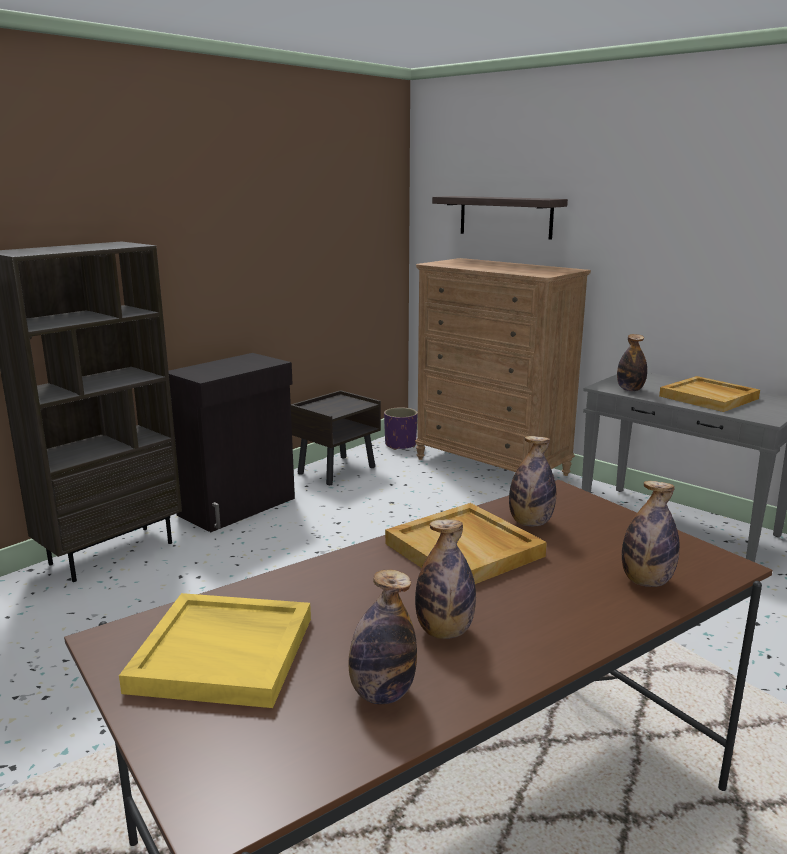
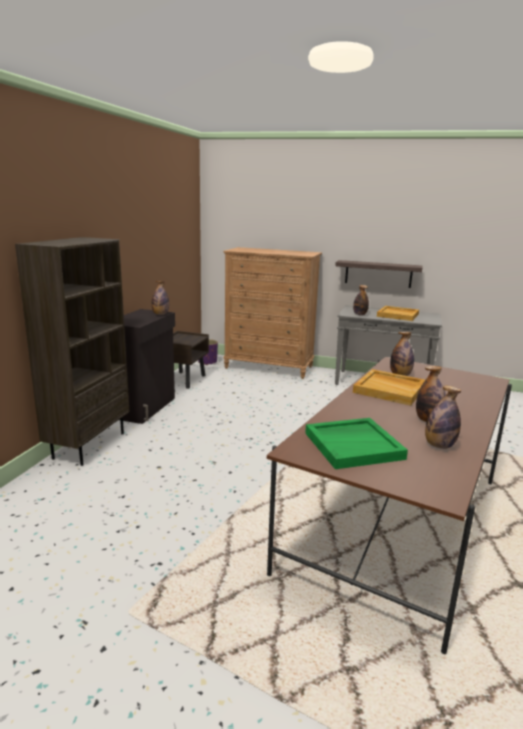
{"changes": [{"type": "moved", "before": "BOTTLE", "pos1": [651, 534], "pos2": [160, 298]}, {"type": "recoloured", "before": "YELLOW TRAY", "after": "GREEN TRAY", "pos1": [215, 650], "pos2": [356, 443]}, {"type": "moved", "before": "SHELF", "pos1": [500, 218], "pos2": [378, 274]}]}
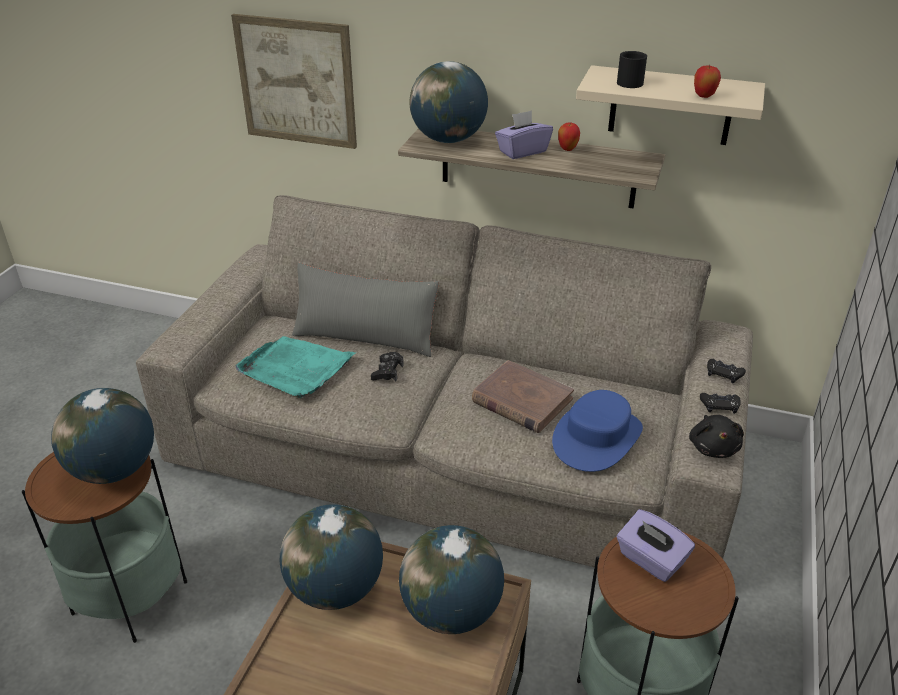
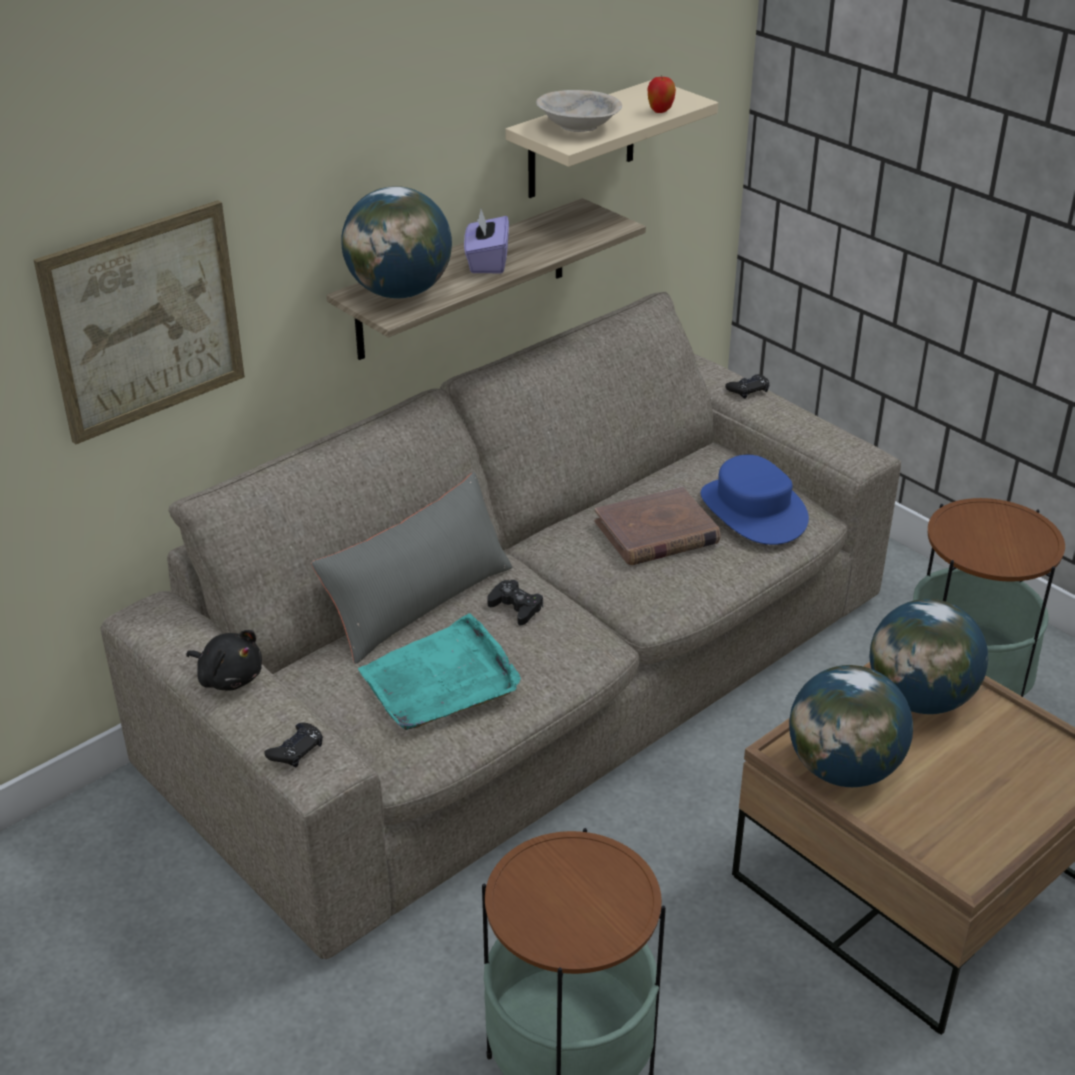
{"changes": [{"type": "moved", "before": "BLACK PLUSH TOY", "pos1": [716, 436], "pos2": [224, 660]}, {"type": "moved", "before": "BLACK GAME CONTROLLER", "pos1": [720, 403], "pos2": [293, 745]}, {"type": "replaced", "before": "BLACK MUG", "after": "BEIGE BOWL", "pos1": [632, 69], "pos2": [579, 111]}, {"type": "removed", "before": "GLOBE", "pos1": [102, 436]}, {"type": "removed", "before": "APPLE", "pos1": [569, 136]}, {"type": "removed", "before": "PURPLE TISSUE BOX", "pos1": [656, 545]}]}
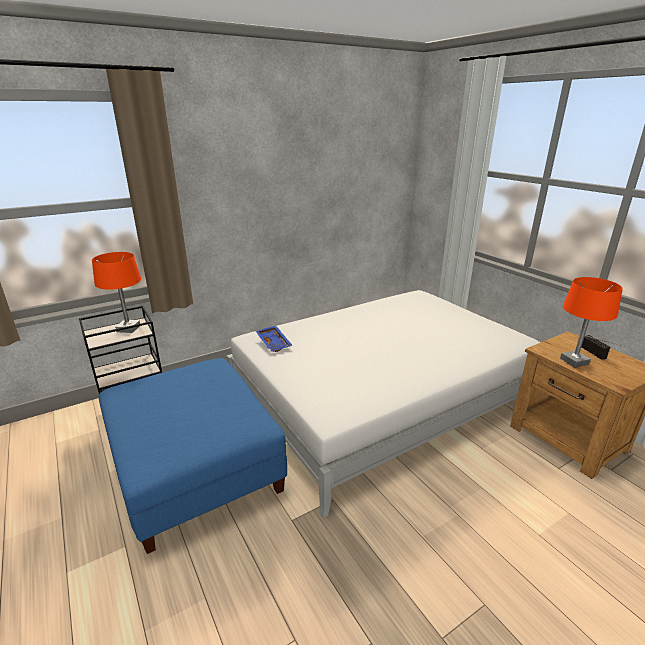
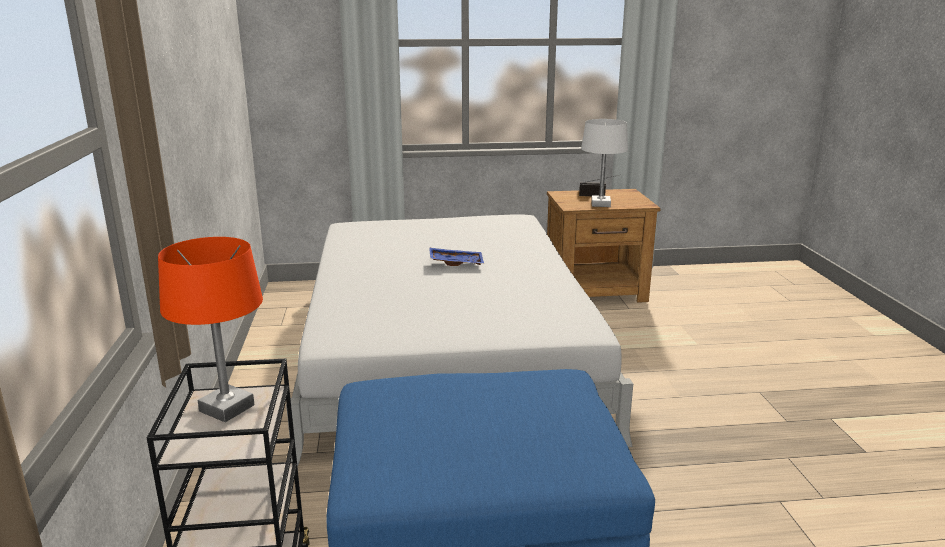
{"changes": [{"type": "moved", "before": "BLUE TRAY", "pos1": [274, 339], "pos2": [456, 257]}, {"type": "recoloured", "before": "ORANGE TABLE LAMP", "after": "WHITE TABLE LAMP", "pos1": [591, 322], "pos2": [604, 163]}]}
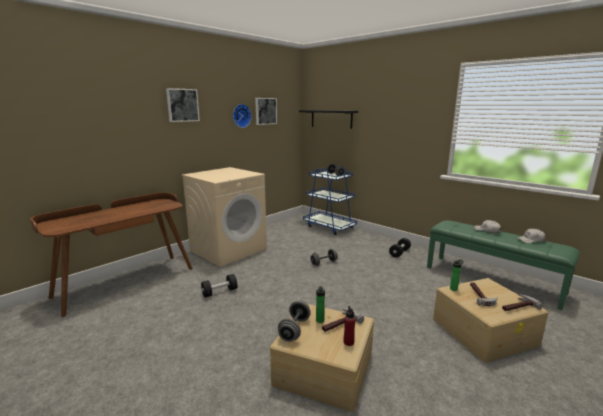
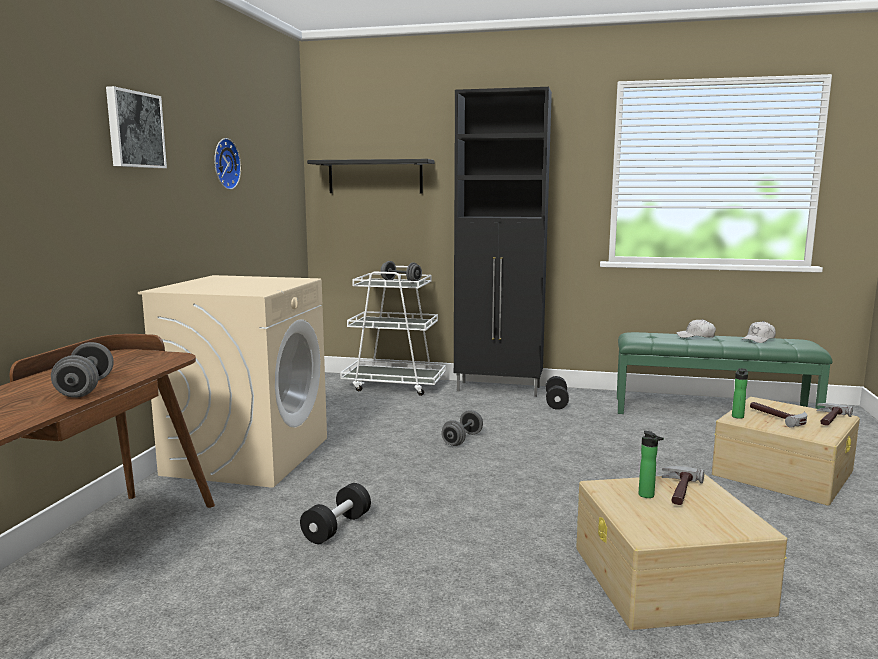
{"changes": [{"type": "moved", "before": "GREY DUMBBELL", "pos1": [294, 321], "pos2": [82, 370]}, {"type": "recoloured", "before": "BLUE CART", "after": "WHITE CART", "pos1": [330, 200], "pos2": [393, 331]}, {"type": "added", "after": "BLACK CABINET", "pos2": [503, 242]}, {"type": "removed", "before": "PICTURE", "pos1": [266, 111]}, {"type": "removed", "before": "RED BOTTLE", "pos1": [349, 326]}]}
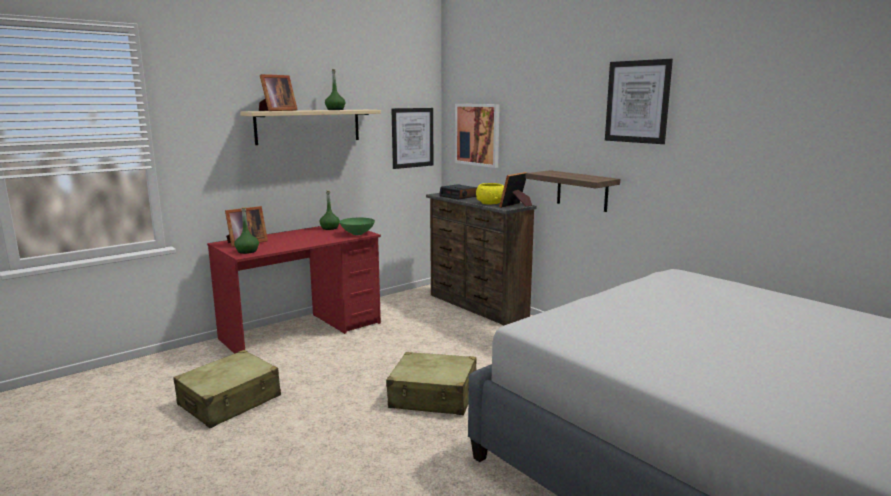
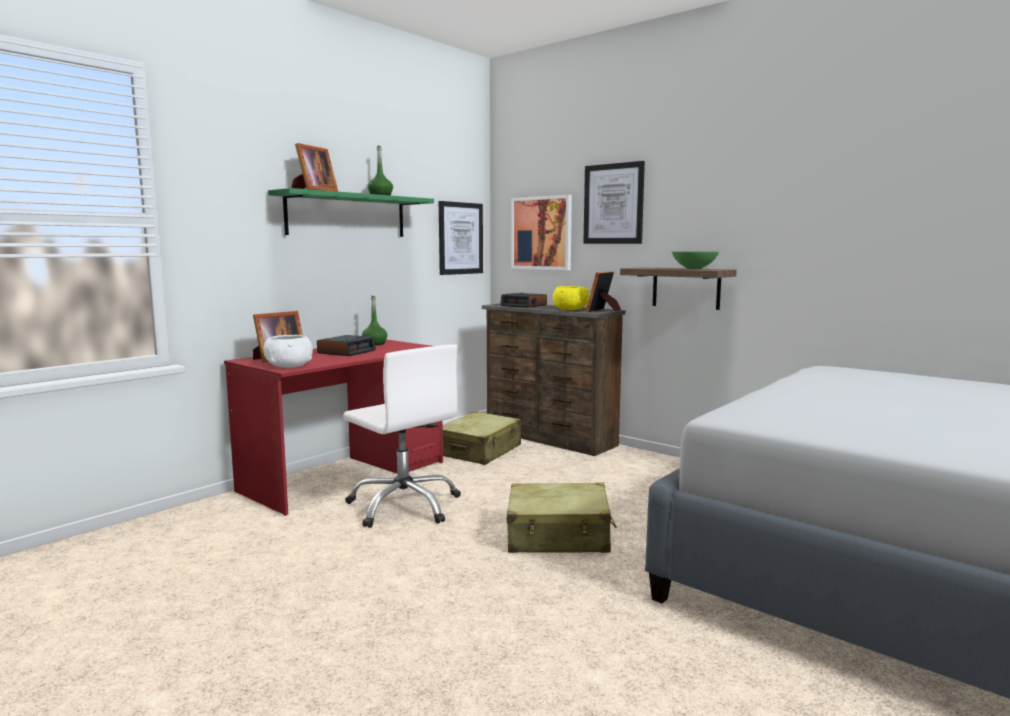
{"changes": [{"type": "replaced", "before": "GREEN BOTTLE", "after": "WHITE BOWL", "pos1": [246, 230], "pos2": [288, 351]}, {"type": "recoloured", "before": "BEIGE SHELF", "after": "GREEN SHELF", "pos1": [310, 127], "pos2": [351, 212]}, {"type": "added", "after": "ALARM CLOCK", "pos2": [346, 345]}, {"type": "added", "after": "WHITE OFFICE CHAIR", "pos2": [402, 436]}, {"type": "moved", "before": "BEIGE SUITCASE", "pos1": [227, 389], "pos2": [482, 438]}, {"type": "moved", "before": "PICTURE", "pos1": [639, 101], "pos2": [614, 202]}, {"type": "moved", "before": "GREEN BOWL", "pos1": [357, 226], "pos2": [695, 260]}]}
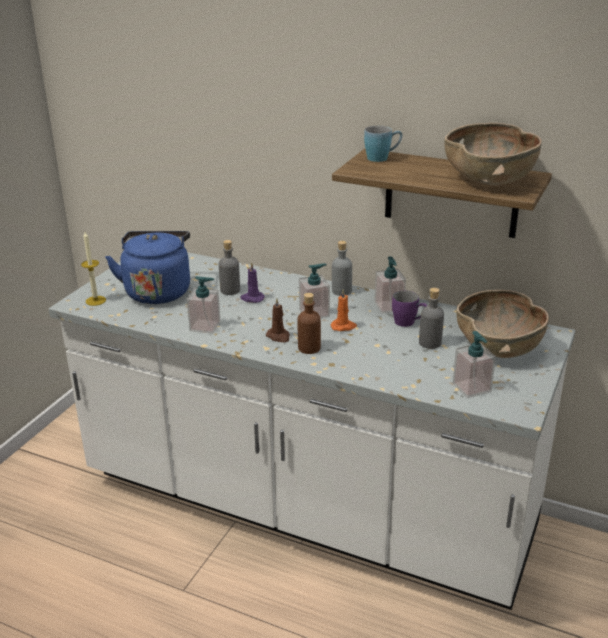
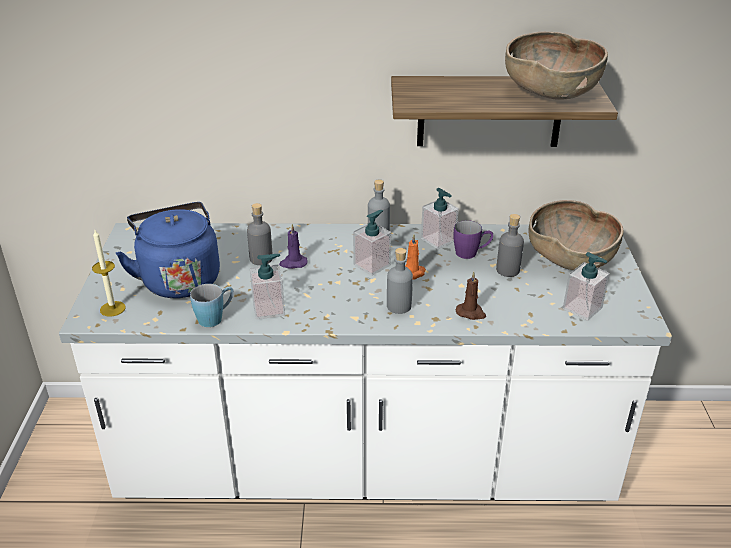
{"changes": [{"type": "moved", "before": "BLUE MUG", "pos1": [383, 144], "pos2": [212, 305]}, {"type": "recoloured", "before": "BROWN BOTTLE", "after": "GREY BOTTLE", "pos1": [309, 323], "pos2": [400, 281]}, {"type": "moved", "before": "BROWN CANDLE", "pos1": [278, 320], "pos2": [471, 296]}]}
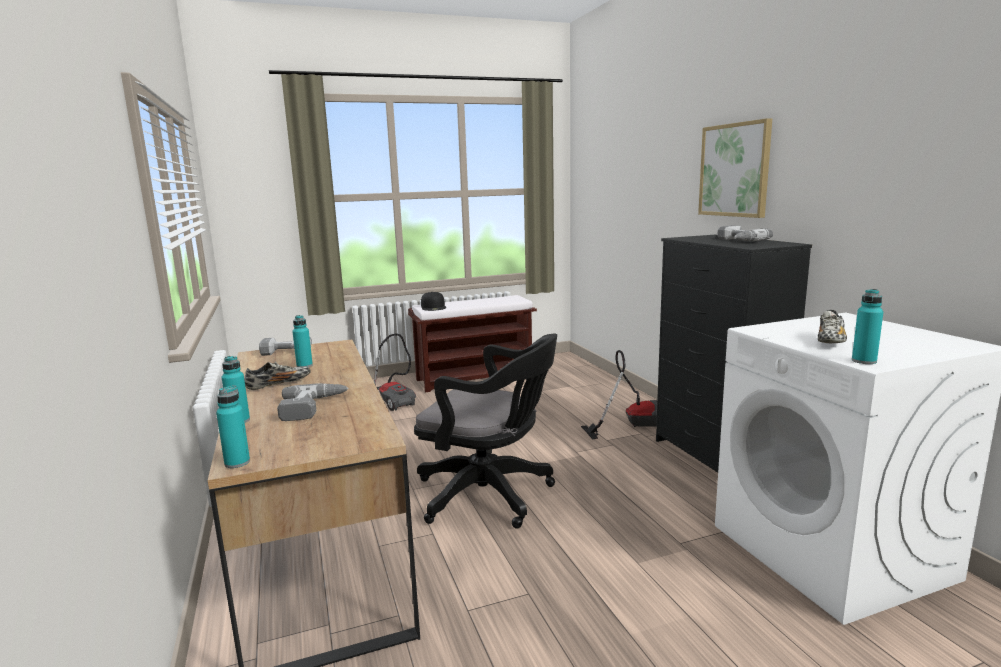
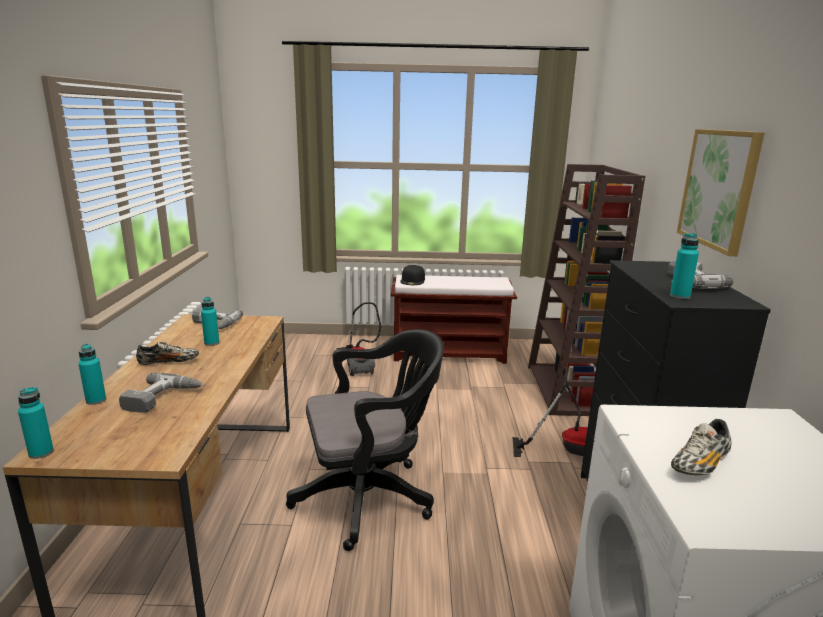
{"changes": [{"type": "turned", "before": "BLACK OFFICE CHAIR", "pos1": [485, 431], "pos2": [365, 440], "turn": -60}, {"type": "added", "after": "BROWN BOOKCASE", "pos2": [586, 290]}, {"type": "moved", "before": "TURQUOISE BOTTLE", "pos1": [867, 326], "pos2": [684, 266]}]}
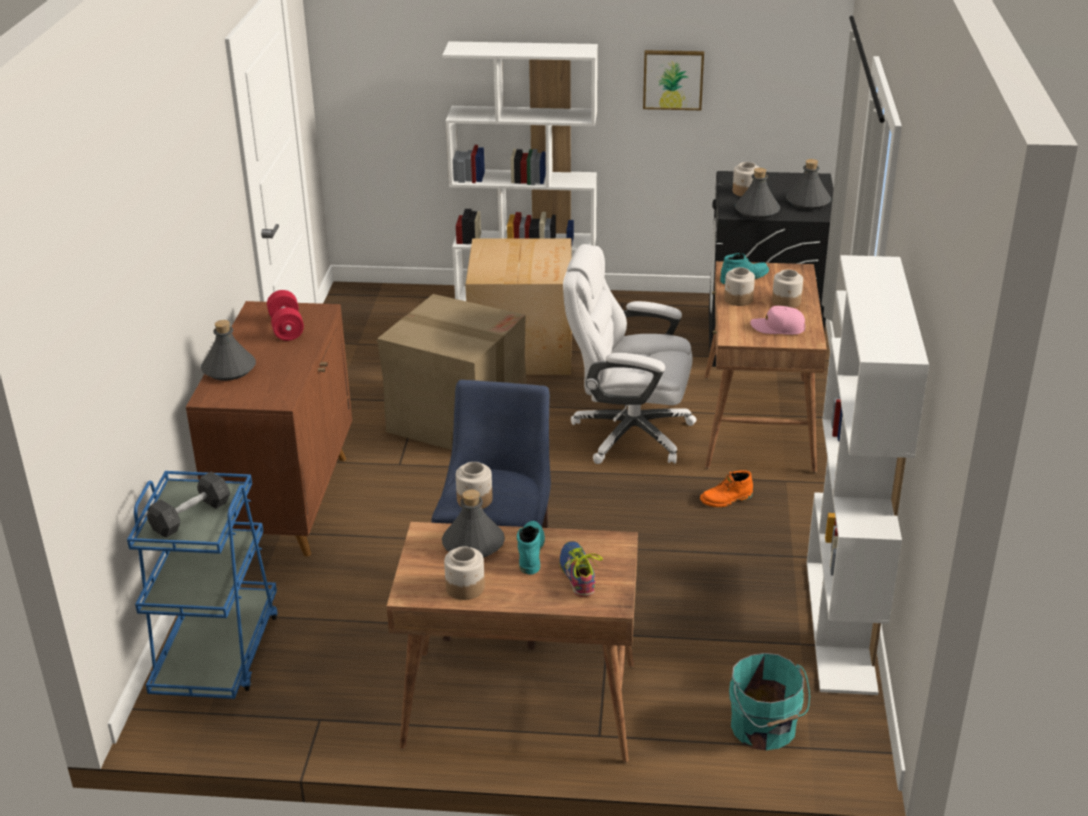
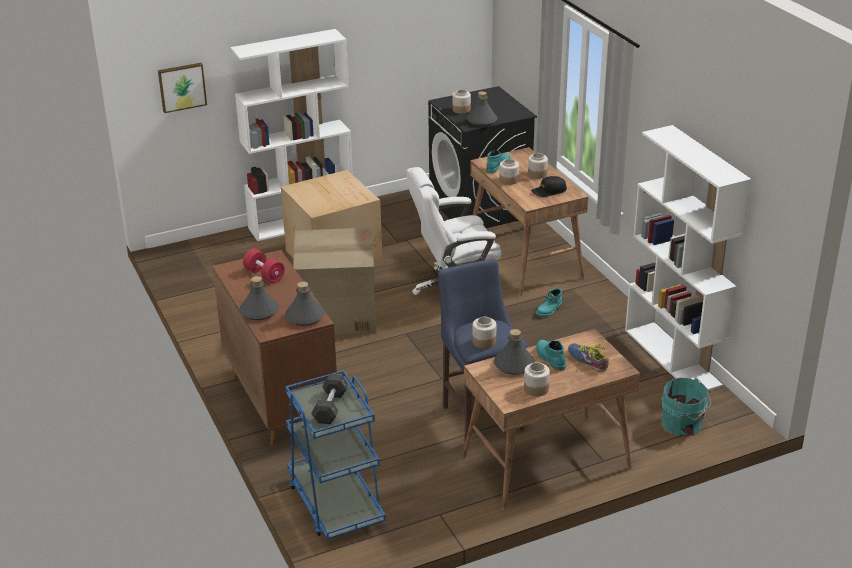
{"changes": [{"type": "moved", "before": "PICTURE", "pos1": [673, 80], "pos2": [182, 88]}, {"type": "moved", "before": "GREY BOTTLE", "pos1": [808, 184], "pos2": [305, 303]}, {"type": "recoloured", "before": "PINK CAP", "after": "BLACK CAP", "pos1": [777, 320], "pos2": [549, 186]}, {"type": "recoloured", "before": "ORANGE BOOT", "after": "TURQUOISE BOOT", "pos1": [726, 488], "pos2": [549, 302]}]}
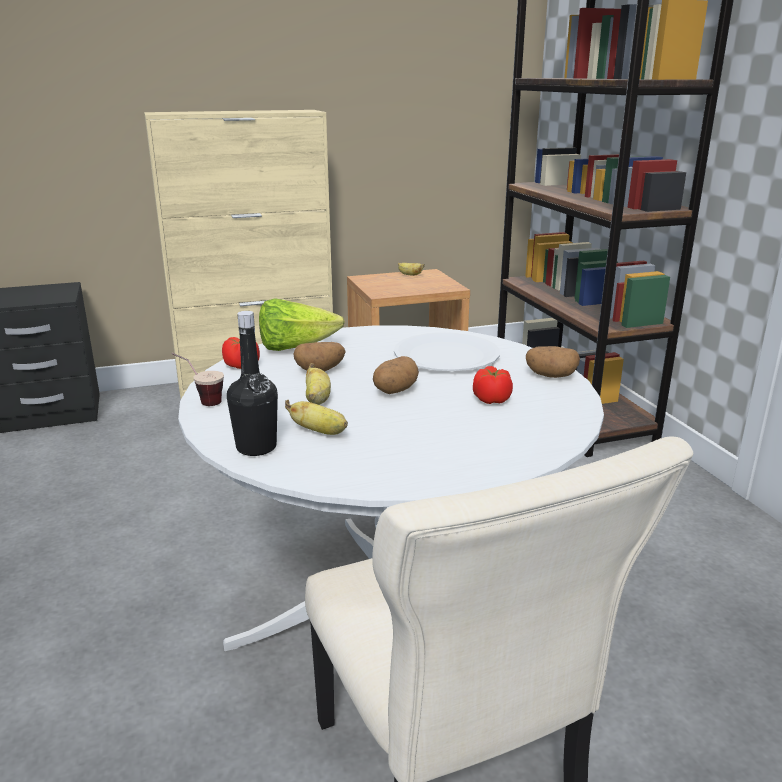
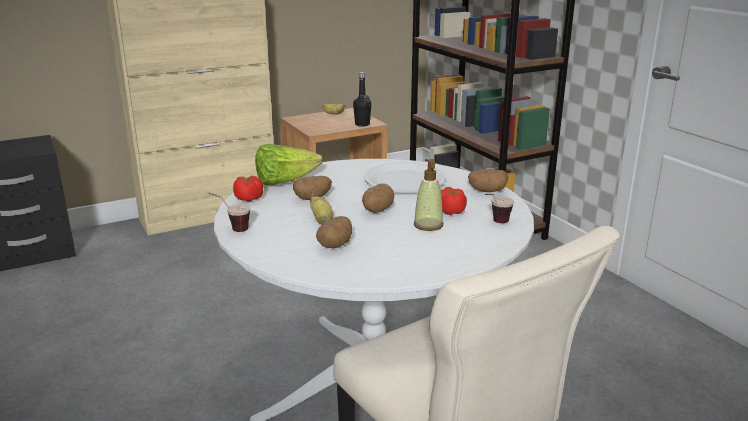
{"changes": [{"type": "replaced", "before": "BANANA", "after": "POTATO", "pos1": [316, 417], "pos2": [334, 232]}, {"type": "moved", "before": "BLACK BOTTLE", "pos1": [252, 383], "pos2": [362, 99]}, {"type": "added", "after": "SOAP DISPENSER", "pos2": [428, 195]}, {"type": "added", "after": "CUP", "pos2": [499, 208]}]}
